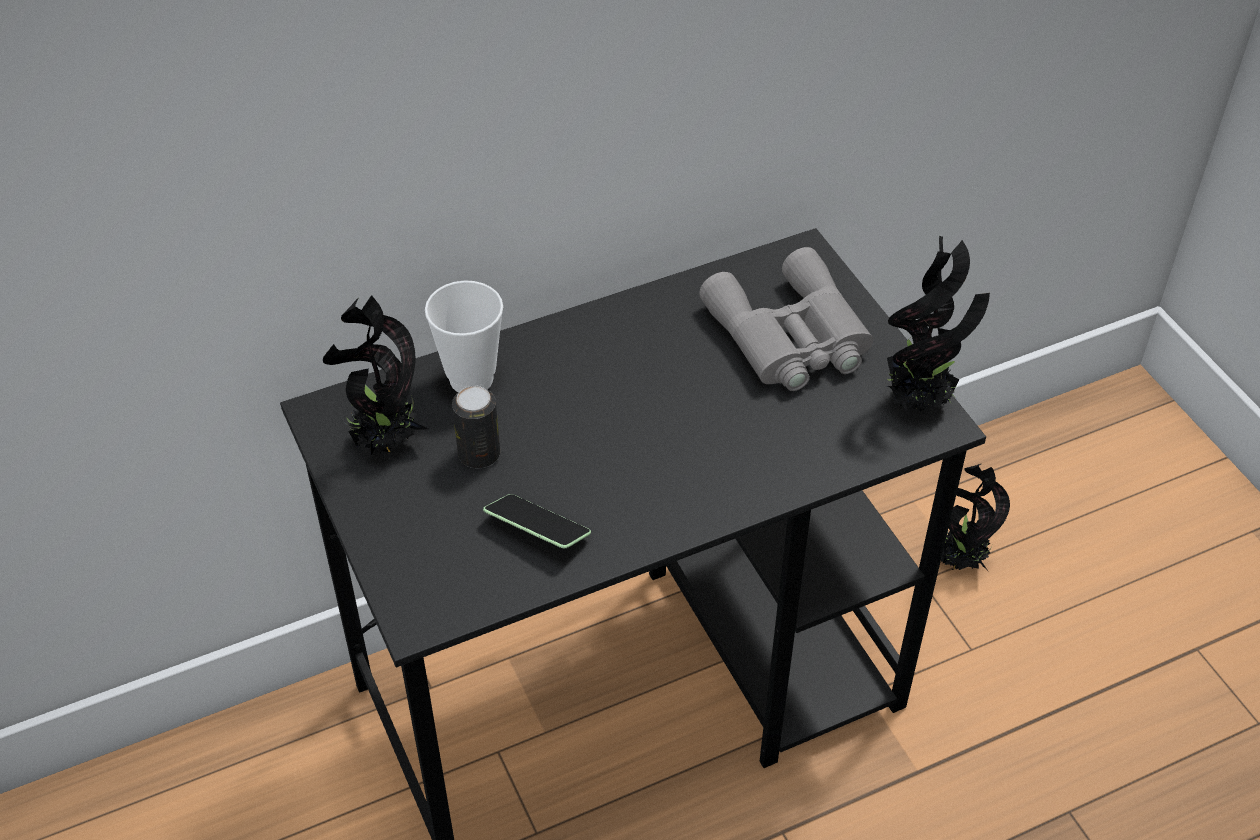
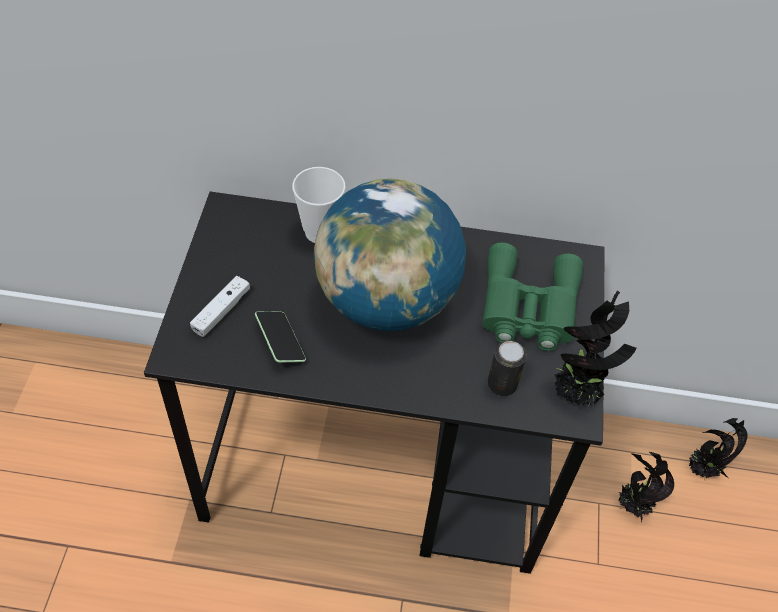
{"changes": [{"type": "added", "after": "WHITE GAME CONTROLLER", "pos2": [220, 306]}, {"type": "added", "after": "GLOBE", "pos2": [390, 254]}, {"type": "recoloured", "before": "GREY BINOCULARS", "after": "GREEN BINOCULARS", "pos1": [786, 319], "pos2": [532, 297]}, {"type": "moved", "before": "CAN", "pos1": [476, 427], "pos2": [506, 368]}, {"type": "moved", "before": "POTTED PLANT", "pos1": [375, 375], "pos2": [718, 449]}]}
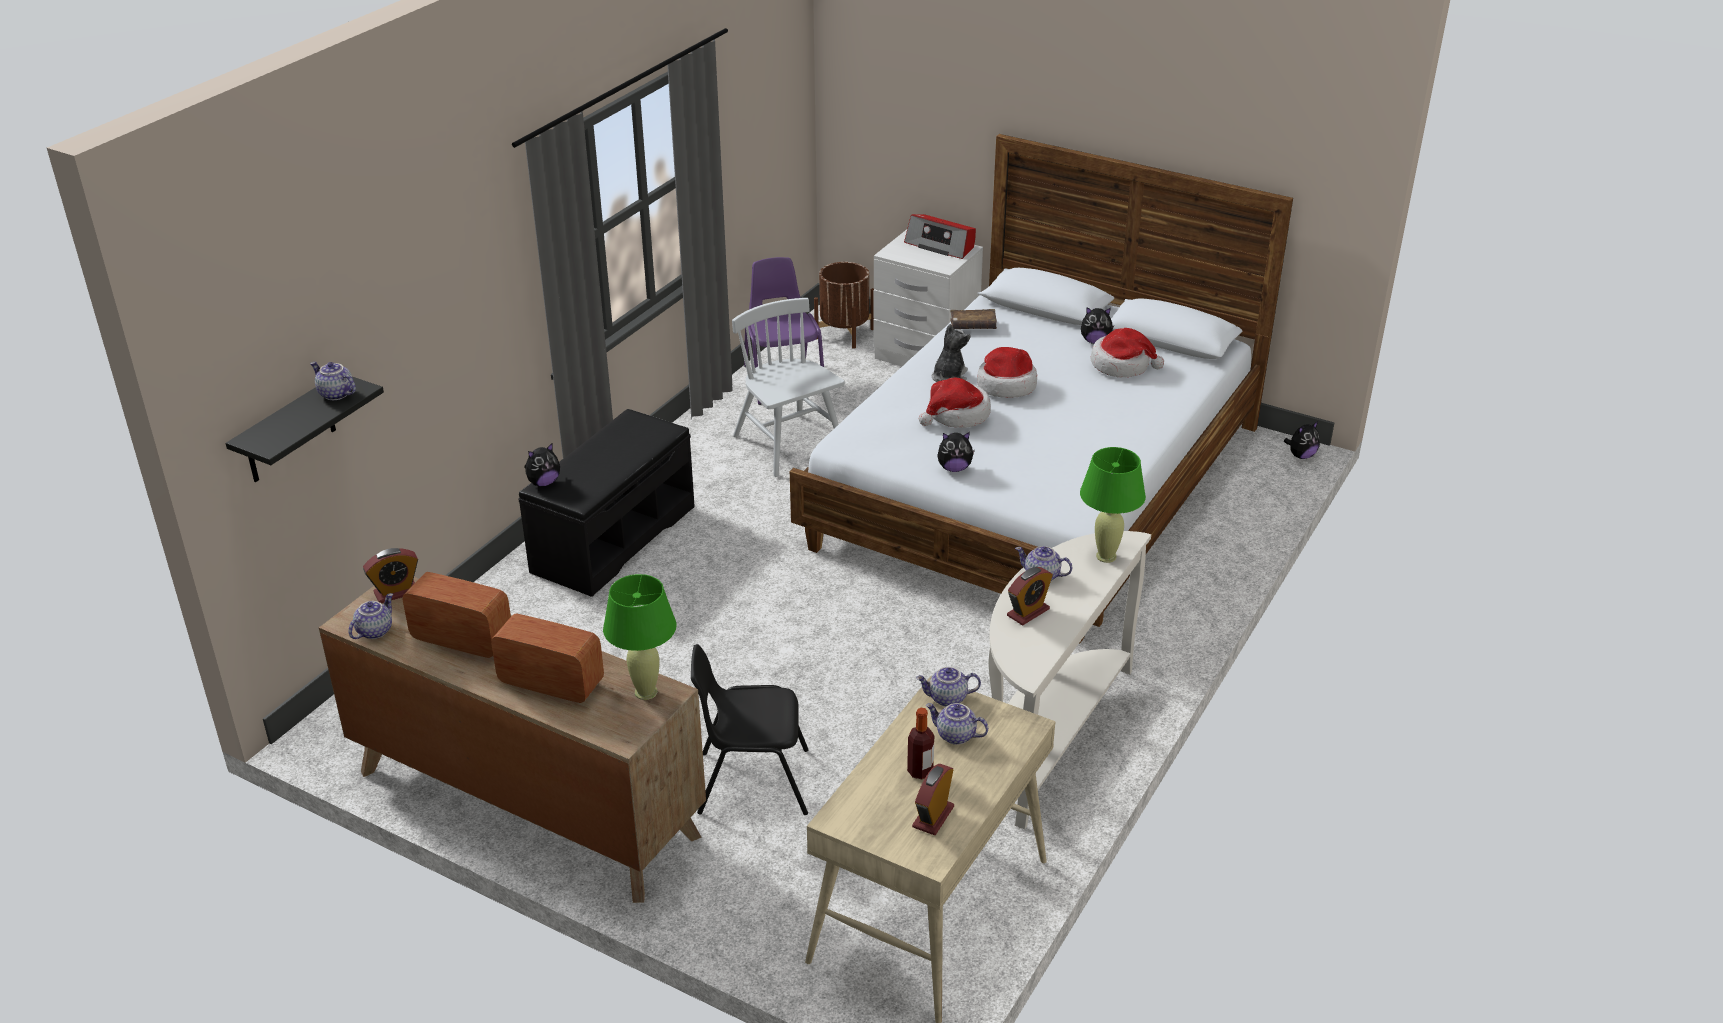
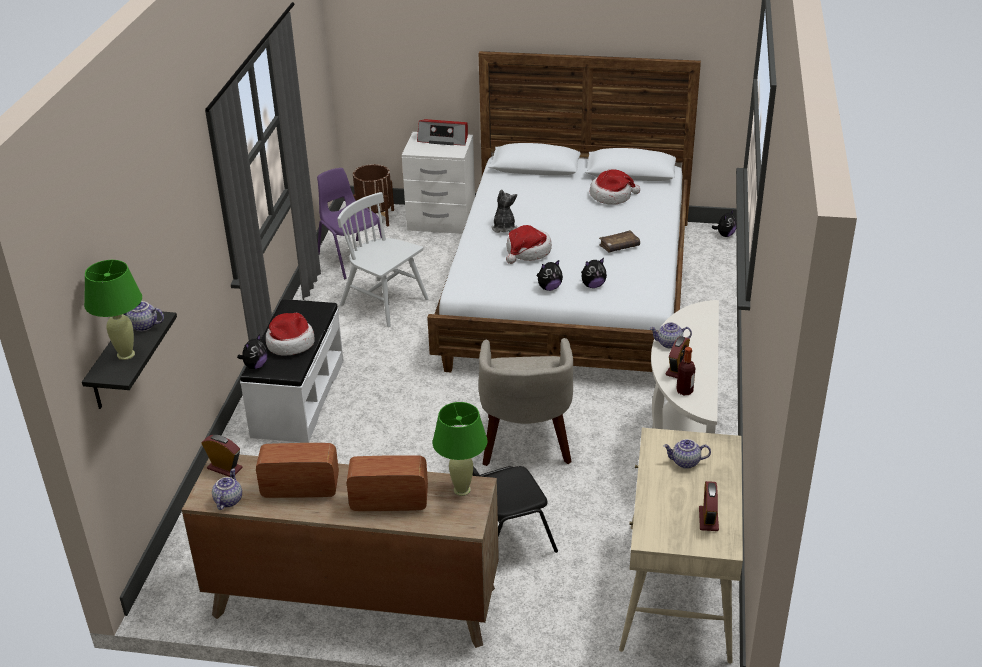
{"changes": [{"type": "moved", "before": "GREEN TABLE LAMP", "pos1": [1113, 505], "pos2": [113, 310]}, {"type": "turned", "before": "ALARM CLOCK", "pos1": [390, 575], "pos2": [221, 456], "turn": -105}, {"type": "recoloured", "before": "BLACK BENCH", "after": "WHITE BENCH", "pos1": [606, 503], "pos2": [292, 371]}, {"type": "moved", "before": "HAT", "pos1": [1007, 372], "pos2": [290, 334]}, {"type": "added", "after": "BEIGE ARMCHAIR", "pos2": [525, 402]}, {"type": "moved", "before": "PLUSH TOY", "pos1": [1097, 325], "pos2": [594, 273]}, {"type": "moved", "before": "BROWN BOOK", "pos1": [973, 319], "pos2": [619, 241]}, {"type": "moved", "before": "BOTTLE", "pos1": [920, 743], "pos2": [685, 371]}, {"type": "removed", "before": "TEAPOT", "pos1": [948, 687]}]}
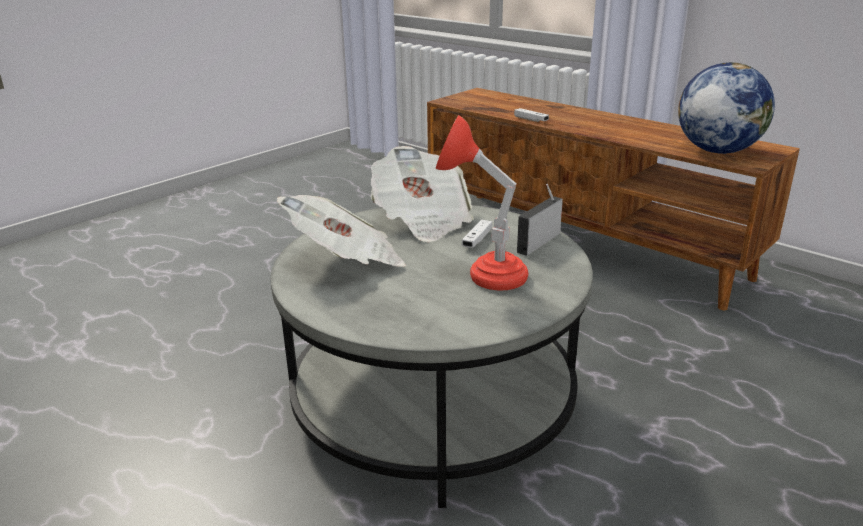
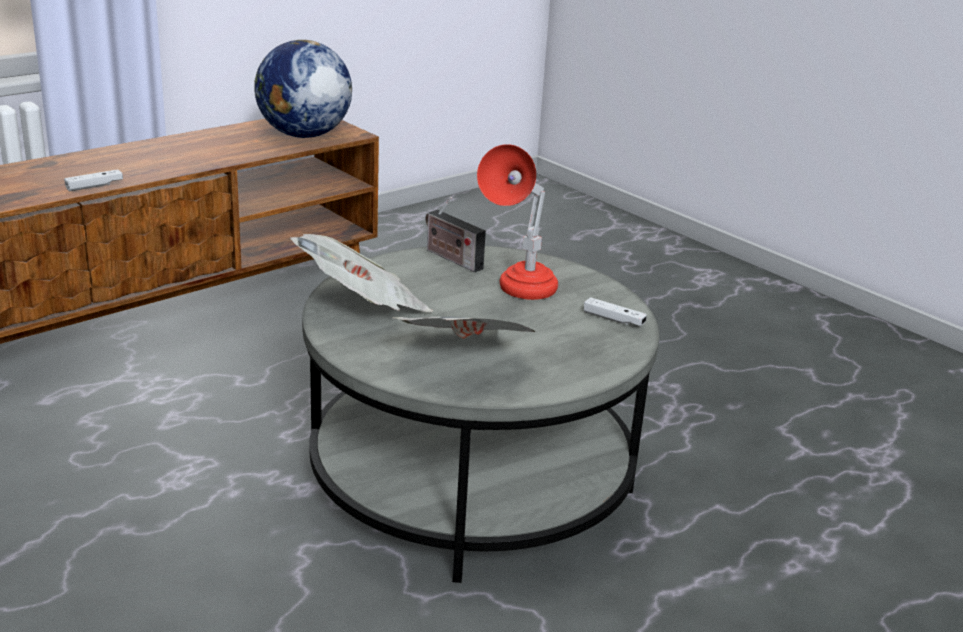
{"changes": [{"type": "moved", "before": "WHITE GAME CONTROLLER", "pos1": [477, 234], "pos2": [615, 311]}]}
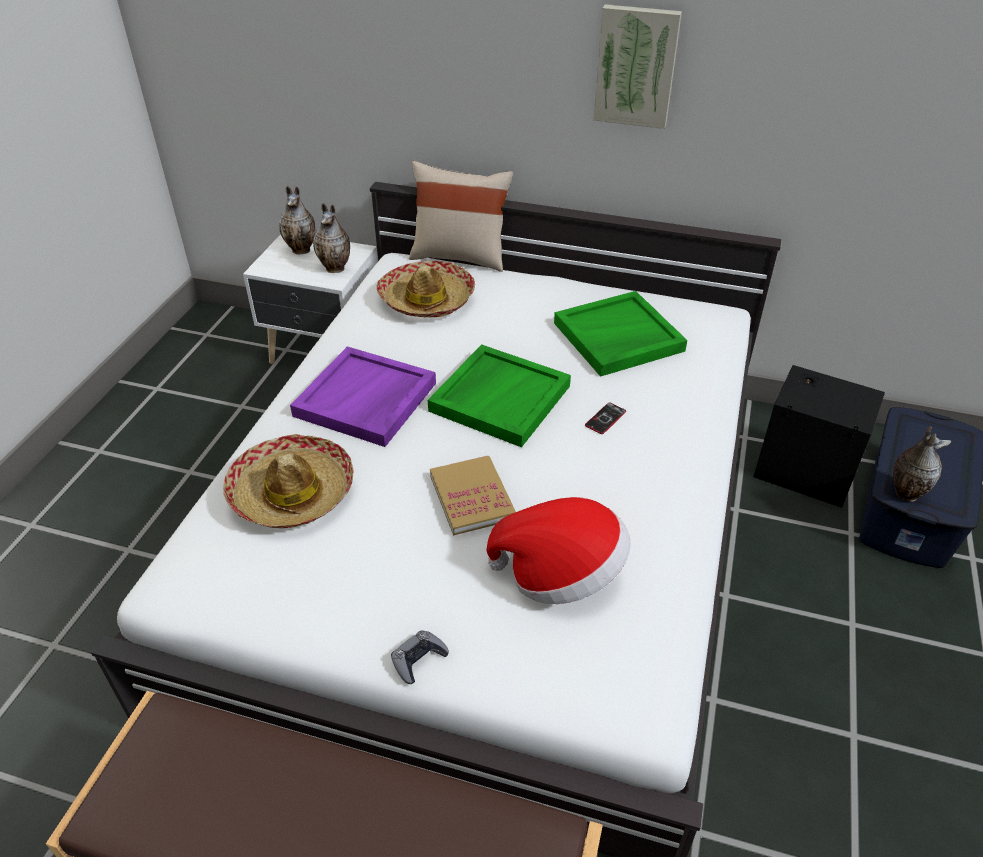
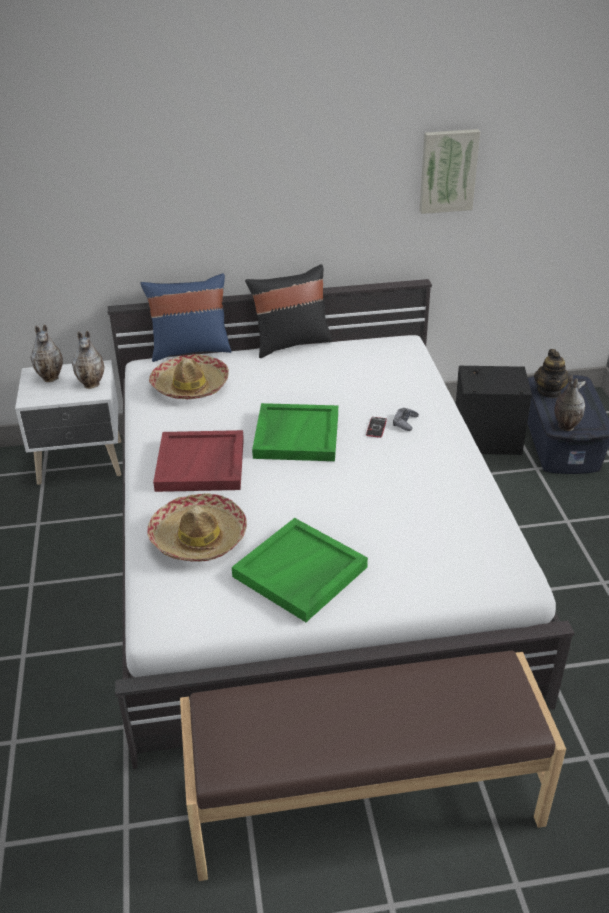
{"changes": [{"type": "recoloured", "before": "BEIGE PILLOW", "after": "BLUE PILLOW", "pos1": [461, 216], "pos2": [186, 317]}, {"type": "recoloured", "before": "PURPLE TRAY", "after": "RED TRAY", "pos1": [363, 396], "pos2": [198, 461]}, {"type": "moved", "before": "GREEN TRAY", "pos1": [620, 334], "pos2": [300, 570]}, {"type": "added", "after": "BLACK PILLOW", "pos2": [288, 311]}, {"type": "moved", "before": "GREY GAME CONTROLLER", "pos1": [420, 657], "pos2": [406, 419]}, {"type": "moved", "before": "PICTURE", "pos1": [637, 66], "pos2": [449, 171]}, {"type": "added", "after": "TEAPOT", "pos2": [552, 373]}, {"type": "removed", "before": "BOOK", "pos1": [473, 495]}, {"type": "removed", "before": "HAT", "pos1": [559, 550]}]}
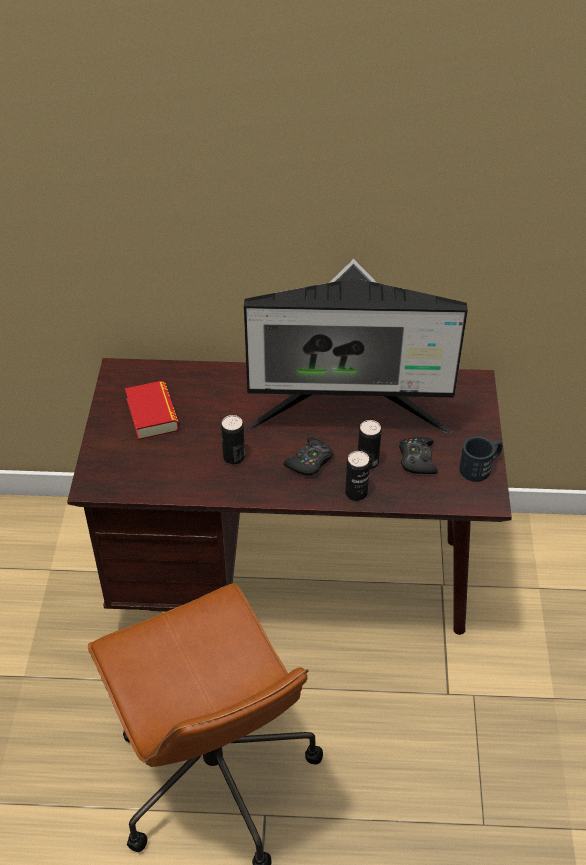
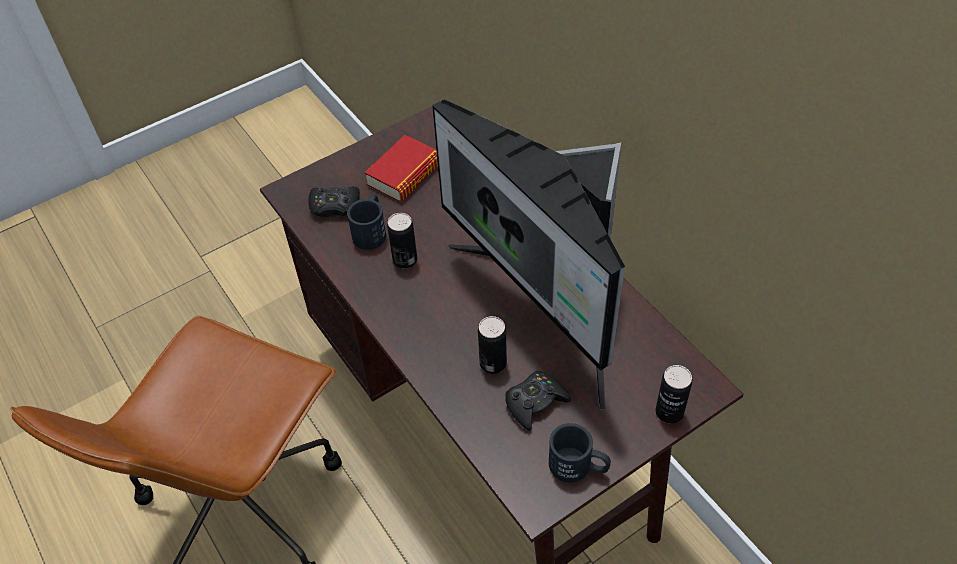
{"changes": [{"type": "moved", "before": "BLACK GAME CONTROLLER", "pos1": [308, 456], "pos2": [334, 201]}, {"type": "added", "after": "BLACK MUG", "pos2": [367, 222]}, {"type": "moved", "before": "CAN", "pos1": [357, 476], "pos2": [674, 394]}]}
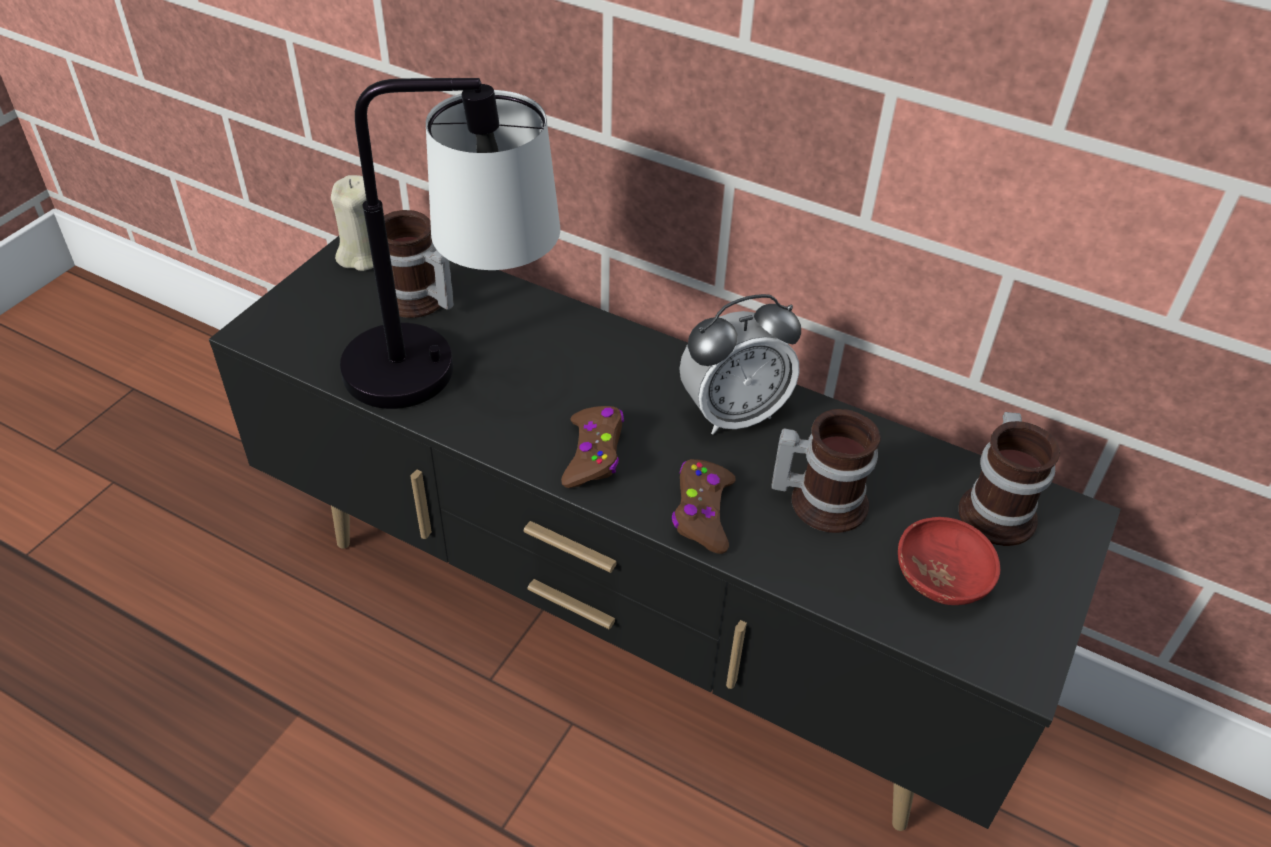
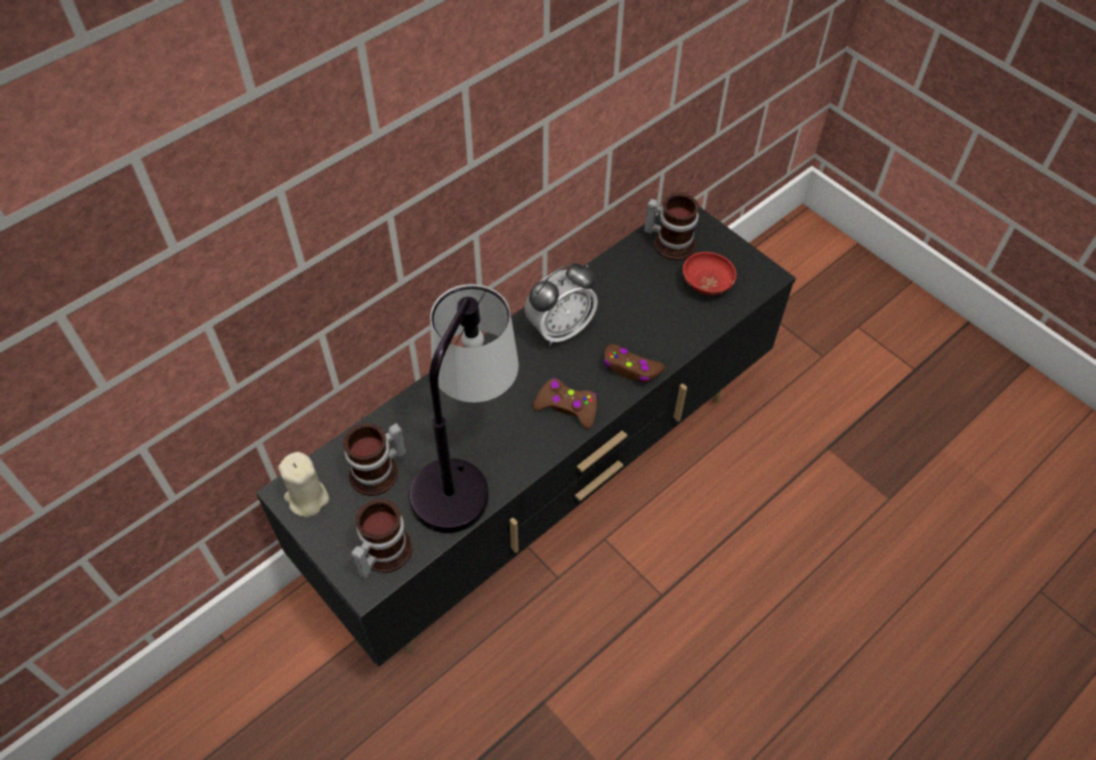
{"changes": [{"type": "moved", "before": "MUG", "pos1": [826, 471], "pos2": [381, 539]}, {"type": "turned", "before": "ALARM CLOCK", "pos1": [740, 364], "pos2": [561, 304], "turn": 60}]}
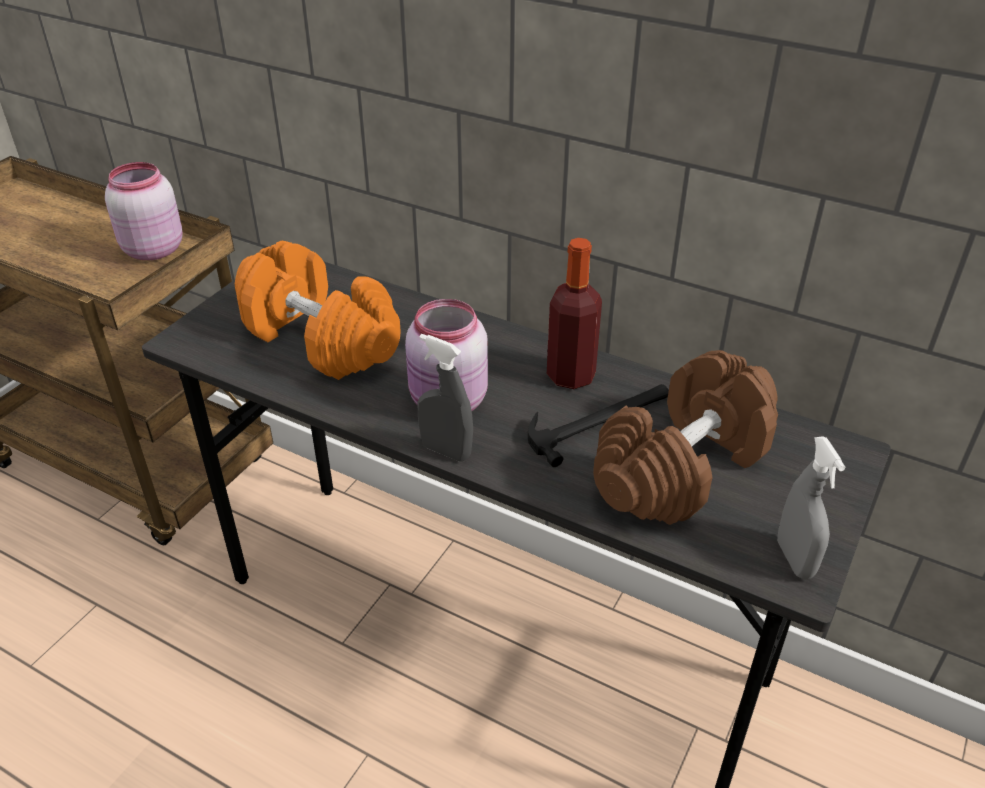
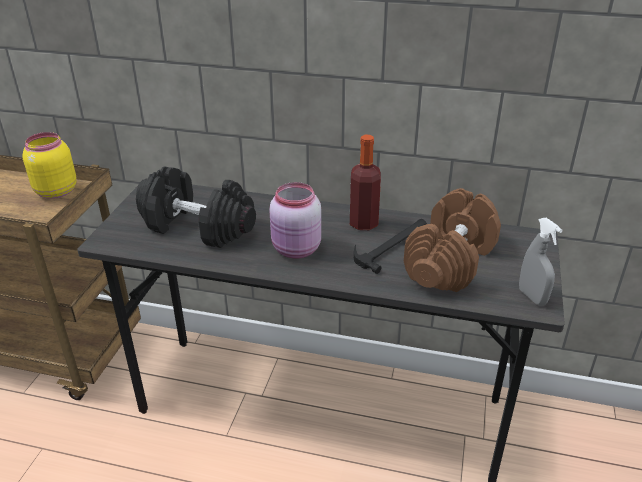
{"changes": [{"type": "recoloured", "before": "PINK JAR", "after": "YELLOW JAR", "pos1": [144, 211], "pos2": [49, 165]}, {"type": "recoloured", "before": "ORANGE DUMBBELL", "after": "BLACK DUMBBELL", "pos1": [318, 310], "pos2": [196, 207]}, {"type": "removed", "before": "GREY SPRAY BOTTLE", "pos1": [445, 397]}]}
